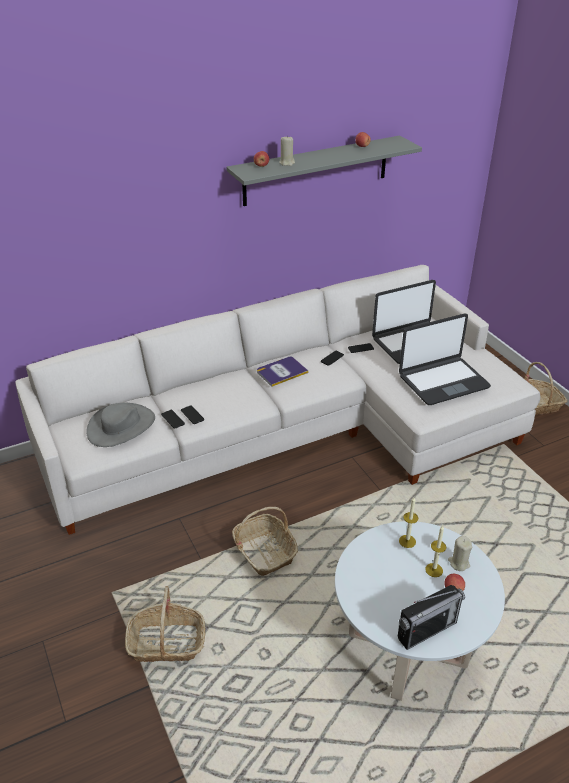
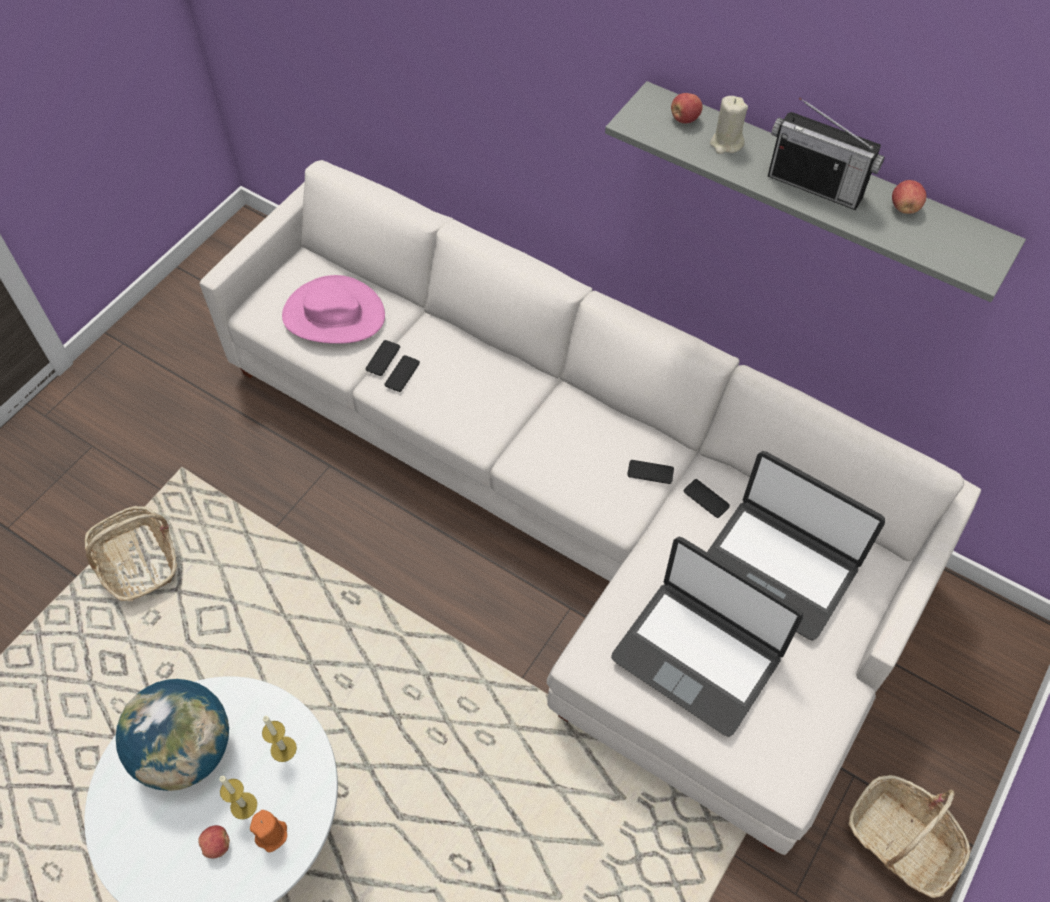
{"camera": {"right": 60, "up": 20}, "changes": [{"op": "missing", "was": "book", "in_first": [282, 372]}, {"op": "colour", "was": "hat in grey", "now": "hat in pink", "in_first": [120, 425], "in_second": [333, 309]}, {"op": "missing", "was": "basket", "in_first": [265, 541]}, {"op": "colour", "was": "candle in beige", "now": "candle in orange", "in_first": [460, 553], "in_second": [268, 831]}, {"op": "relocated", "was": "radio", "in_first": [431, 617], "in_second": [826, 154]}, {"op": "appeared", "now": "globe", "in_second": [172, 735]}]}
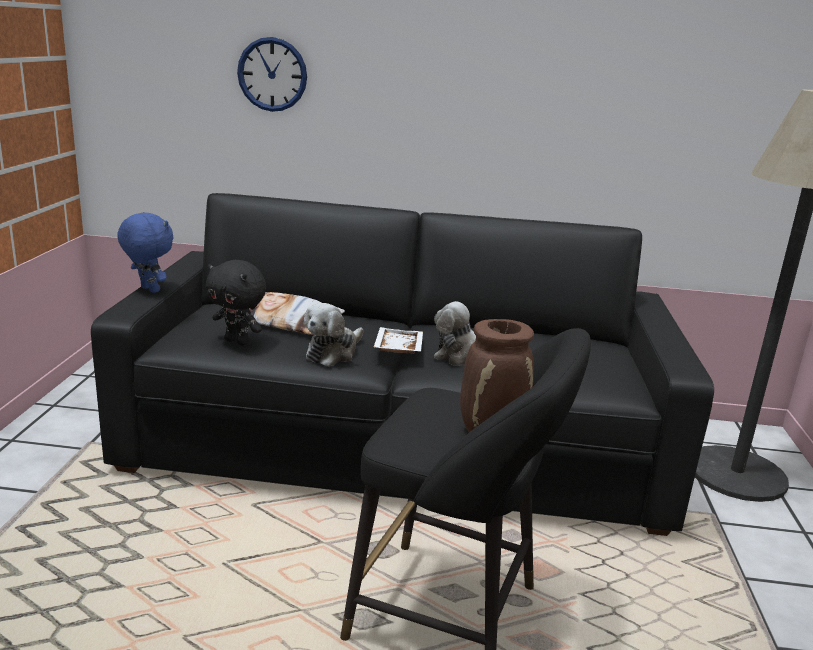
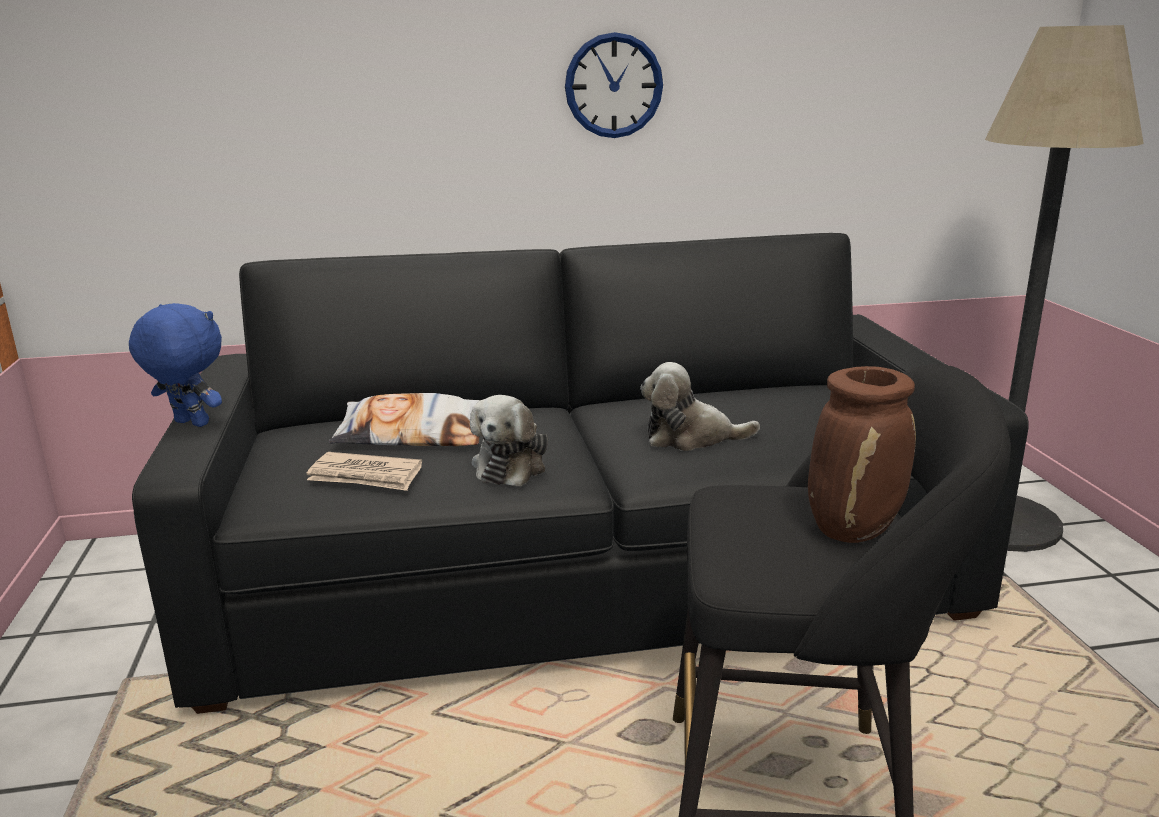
{"camera": {"right": -15, "up": 0}, "changes": [{"op": "relocated", "was": "wall clock", "in_first": [272, 74], "in_second": [614, 85]}, {"op": "exchanged", "was": "plush toy in black", "now": "newspaper", "in_first": [236, 303], "in_second": [364, 471]}, {"op": "missing", "was": "tray in white", "in_first": [398, 340]}]}
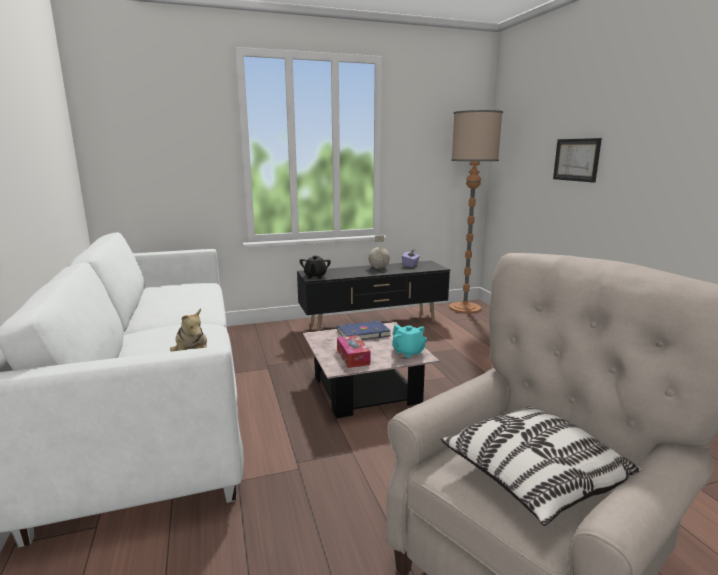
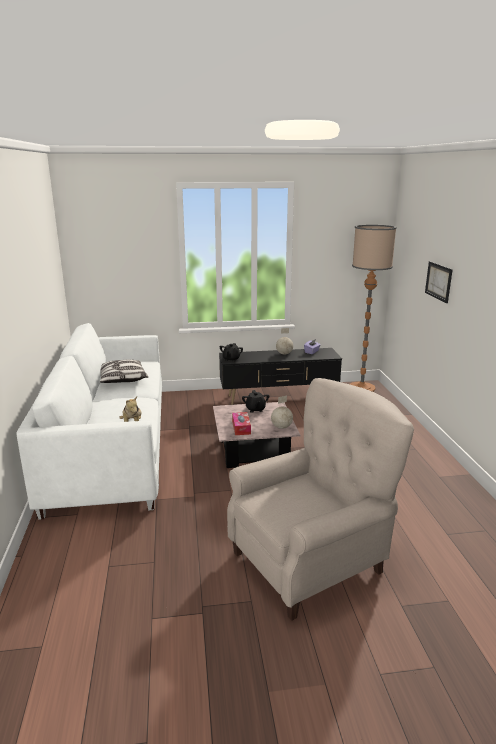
{"camera": {"right": 10, "up": 5}, "changes": [{"op": "exchanged", "was": "book in blue", "now": "teapot in black", "in_first": [364, 330], "in_second": [256, 401]}, {"op": "exchanged", "was": "teapot in turquoise", "now": "globe", "in_first": [409, 341], "in_second": [282, 412]}, {"op": "relocated", "was": "pillow", "in_first": [541, 466], "in_second": [124, 371]}]}
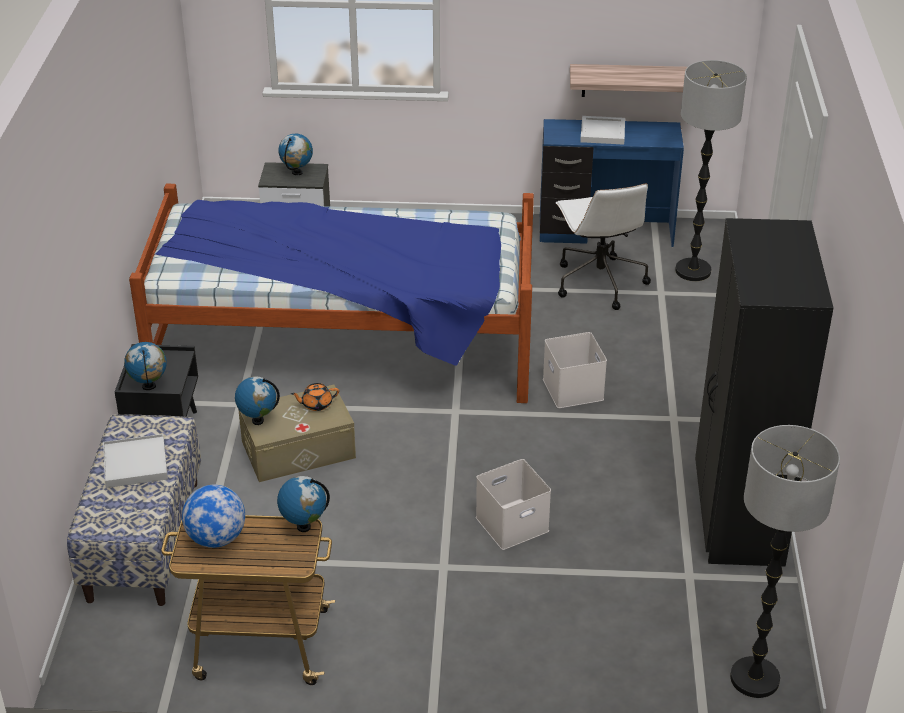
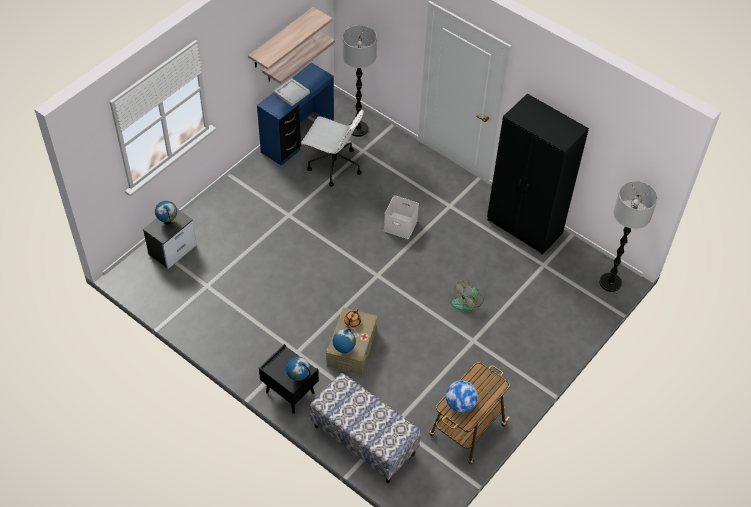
{"camera": {"right": -55, "up": 15}, "changes": [{"op": "missing", "was": "bed", "in_first": [331, 293]}, {"op": "missing", "was": "tray in white", "in_first": [135, 461]}, {"op": "exchanged", "was": "storage box in white", "now": "fan", "in_first": [513, 504], "in_second": [468, 295]}, {"op": "missing", "was": "globe", "in_first": [303, 504]}, {"op": "appeared", "now": "shelf", "in_second": [290, 38]}]}
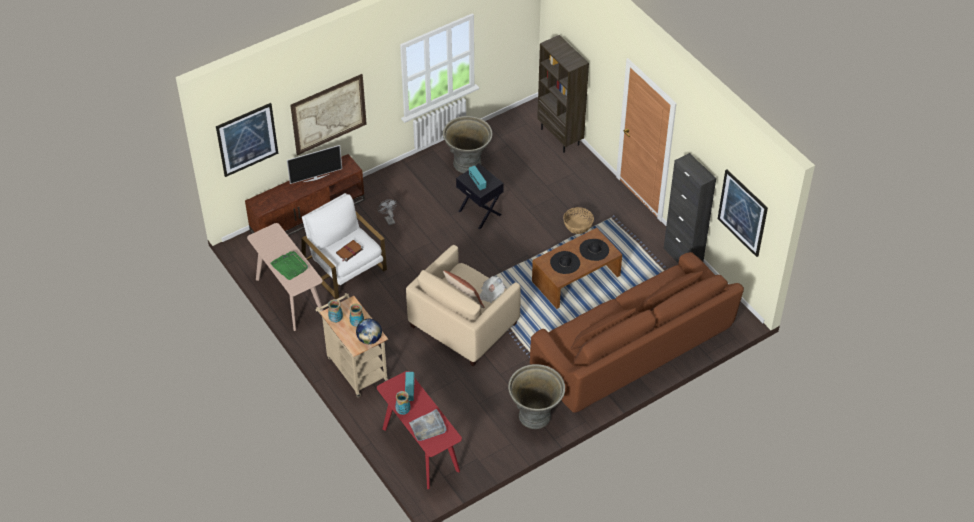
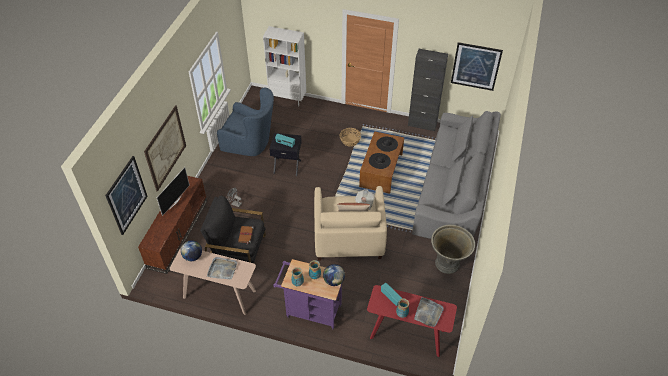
{"camera": {"right": -40, "up": 0}, "changes": [{"op": "colour", "was": "bookcase in brown", "now": "bookcase in white", "in_first": [563, 94], "in_second": [284, 66]}, {"op": "exchanged", "was": "planter in grey", "now": "armchair in blue", "in_first": [467, 144], "in_second": [245, 122]}, {"op": "colour", "was": "armchair in white", "now": "armchair in black", "in_first": [344, 246], "in_second": [233, 235]}, {"op": "colour", "was": "tray in green", "now": "tray in grey", "in_first": [289, 265], "in_second": [222, 268]}, {"op": "colour", "was": "sofa in brown", "now": "sofa in grey", "in_first": [637, 332], "in_second": [456, 175]}, {"op": "colour", "was": "cart in beige", "now": "cart in purple", "in_first": [352, 345], "in_second": [307, 294]}, {"op": "appeared", "now": "globe", "in_second": [191, 250]}]}
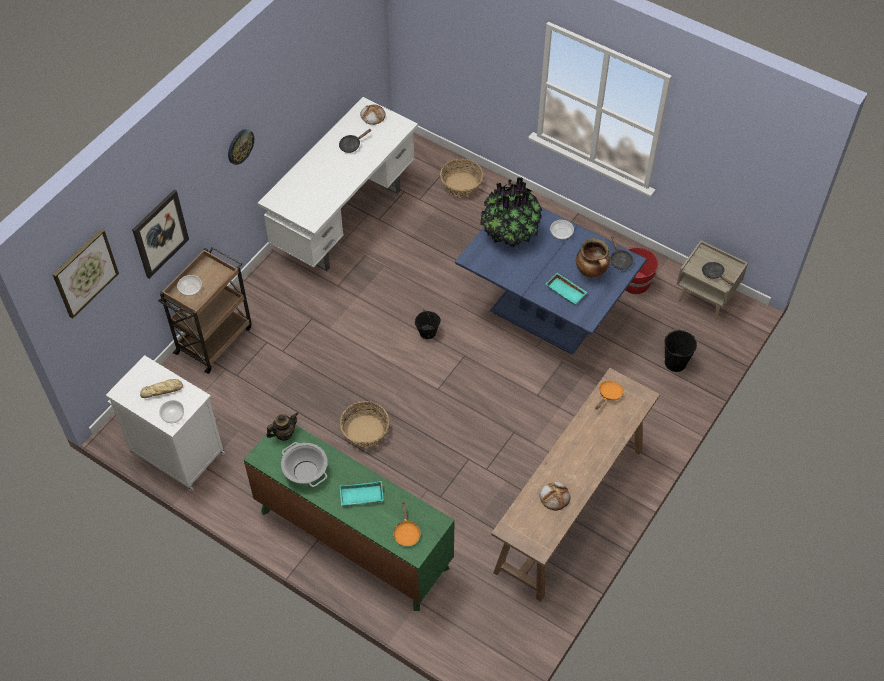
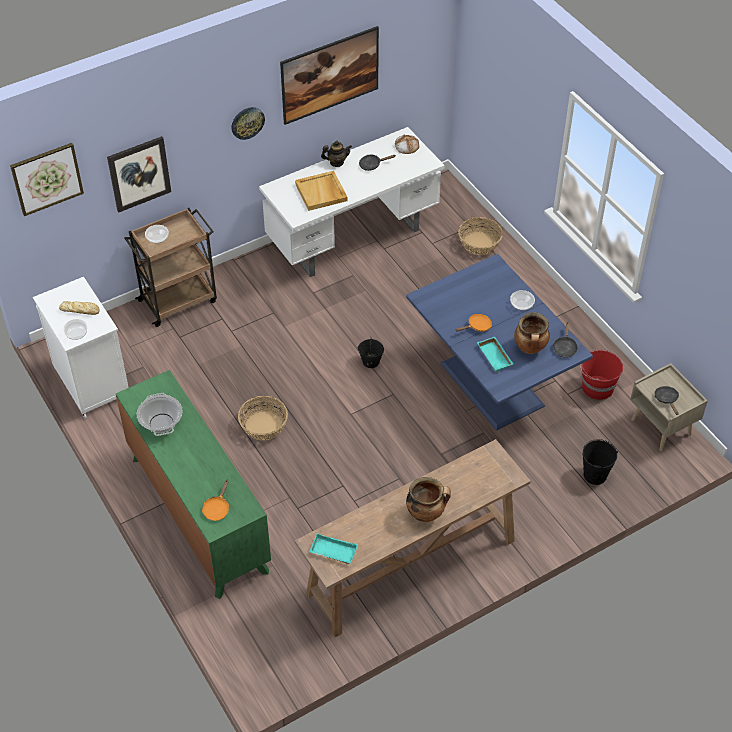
{"camera": {"right": 25, "up": -5}, "changes": [{"op": "missing", "was": "potted plant", "in_first": [511, 212]}, {"op": "relocated", "was": "frying pan in orange", "in_first": [609, 395], "in_second": [473, 323]}, {"op": "relocated", "was": "teapot", "in_first": [282, 426], "in_second": [336, 154]}, {"op": "relocated", "was": "tray in turquoise", "in_first": [362, 493], "in_second": [333, 548]}, {"op": "missing", "was": "bread", "in_first": [555, 496]}, {"op": "appeared", "now": "picture", "in_second": [329, 75]}, {"op": "appeared", "now": "tray in beige", "in_second": [321, 191]}, {"op": "appeared", "now": "cooking pot", "in_second": [428, 499]}]}
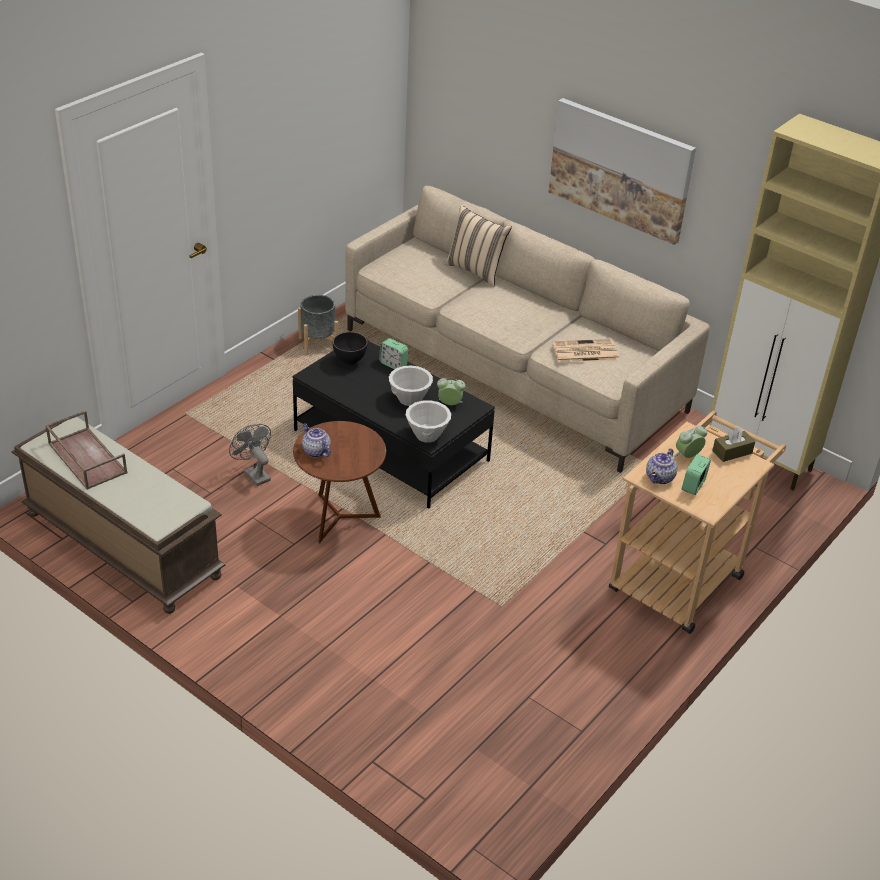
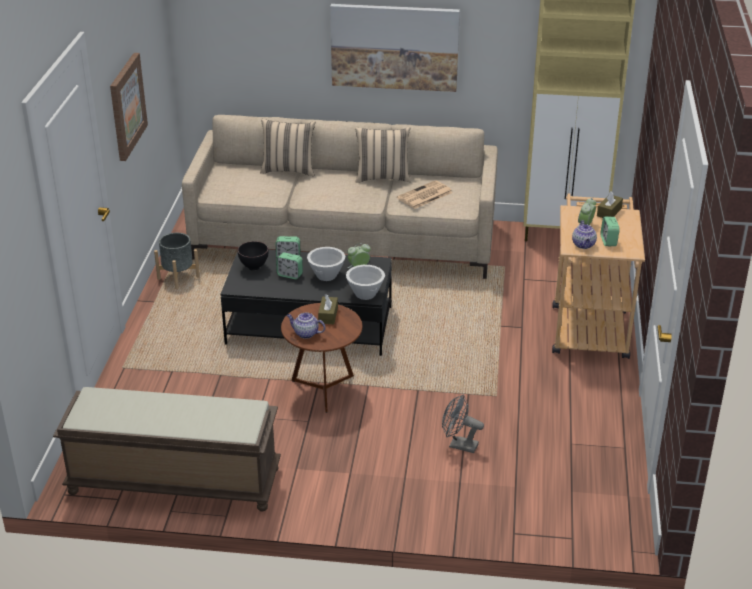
{"camera": {"right": -30, "up": -5}, "changes": [{"op": "missing", "was": "tray in brown", "in_first": [86, 450]}, {"op": "relocated", "was": "fan in grey", "in_first": [250, 455], "in_second": [463, 424]}, {"op": "appeared", "now": "picture", "in_second": [129, 107]}, {"op": "appeared", "now": "pillow in beige", "in_second": [383, 154]}, {"op": "appeared", "now": "alarm clock", "in_second": [289, 265]}, {"op": "appeared", "now": "tissue box in brown", "in_second": [328, 309]}]}
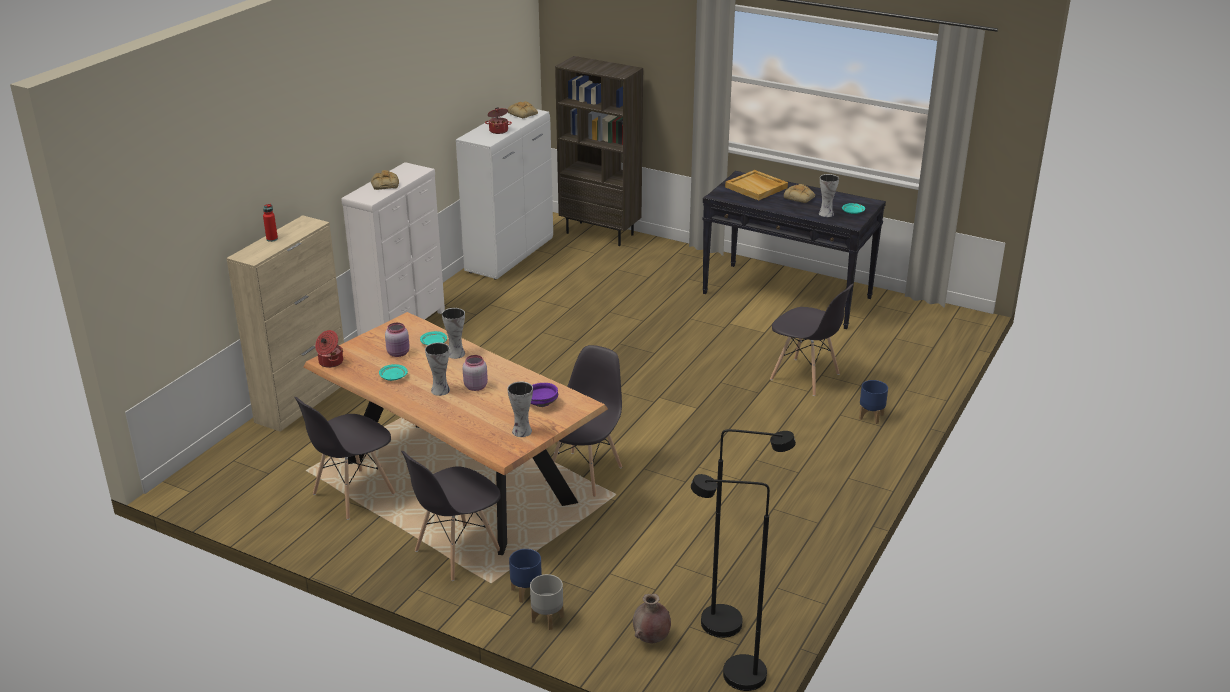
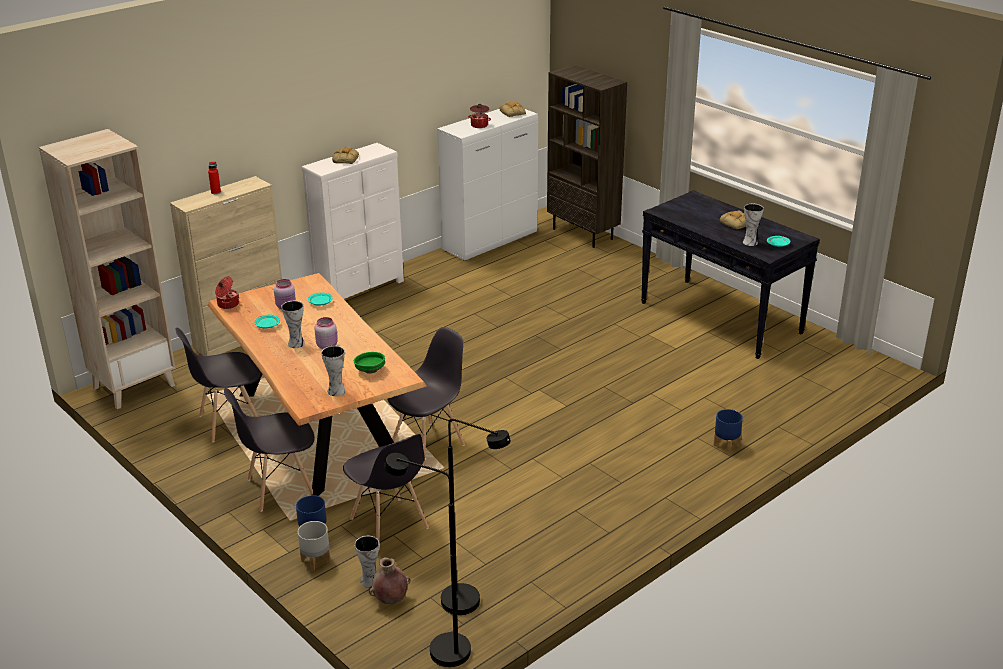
{"camera": {"right": 20, "up": 0}, "changes": [{"op": "missing", "was": "tray in beige", "in_first": [756, 185]}, {"op": "relocated", "was": "chair in grey", "in_first": [812, 339], "in_second": [386, 487]}, {"op": "relocated", "was": "vase", "in_first": [453, 333], "in_second": [367, 562]}, {"op": "colour", "was": "bowl in purple", "now": "bowl in green", "in_first": [544, 395], "in_second": [369, 363]}, {"op": "appeared", "now": "bookcase in beige", "in_second": [107, 269]}]}
